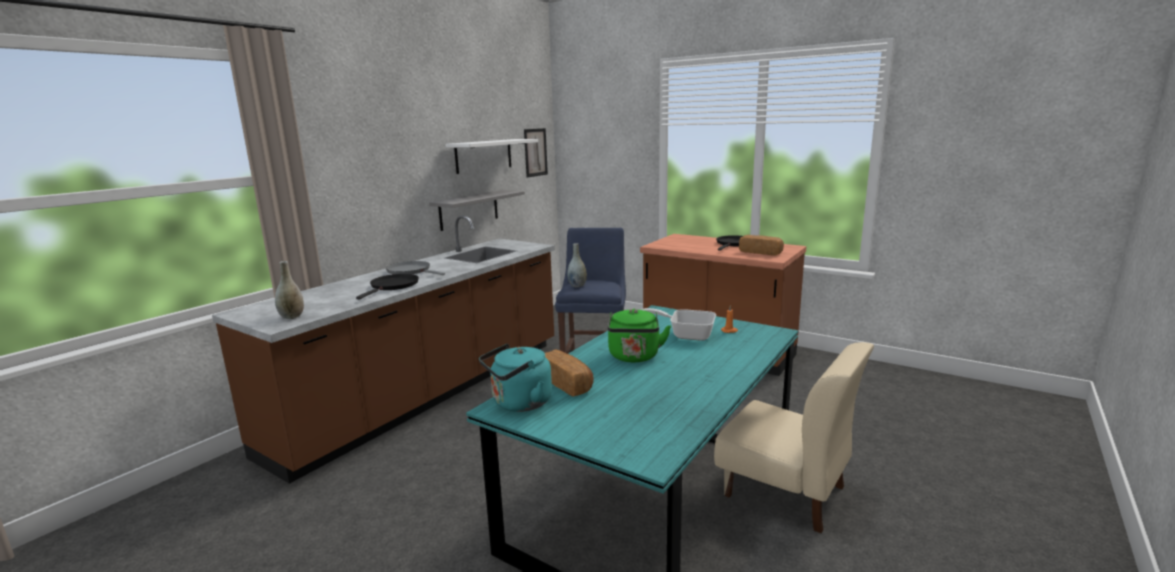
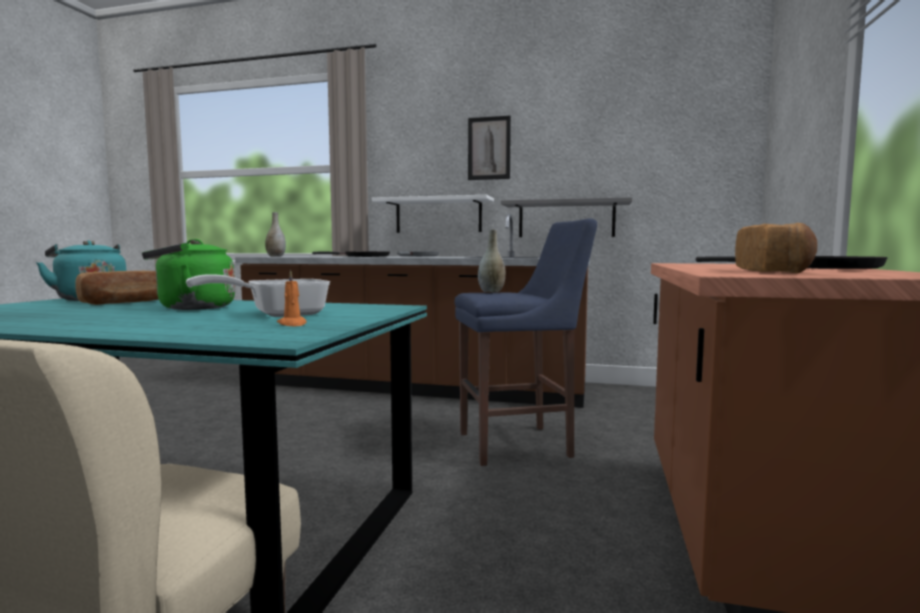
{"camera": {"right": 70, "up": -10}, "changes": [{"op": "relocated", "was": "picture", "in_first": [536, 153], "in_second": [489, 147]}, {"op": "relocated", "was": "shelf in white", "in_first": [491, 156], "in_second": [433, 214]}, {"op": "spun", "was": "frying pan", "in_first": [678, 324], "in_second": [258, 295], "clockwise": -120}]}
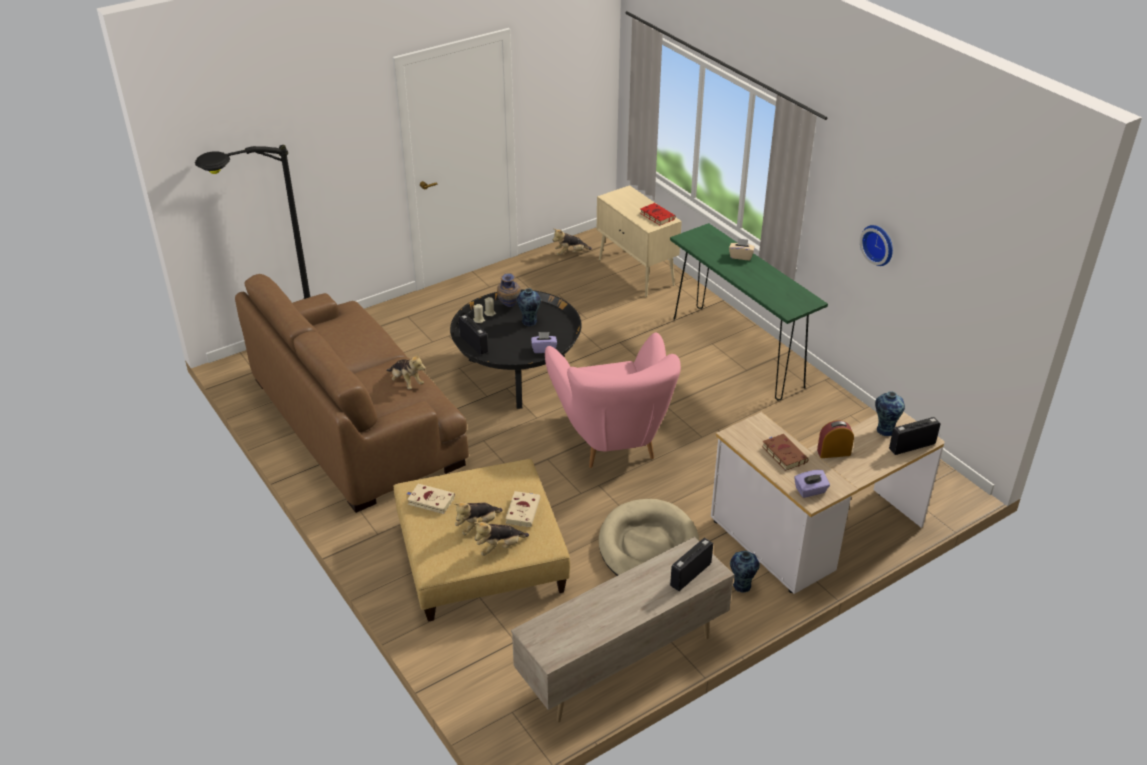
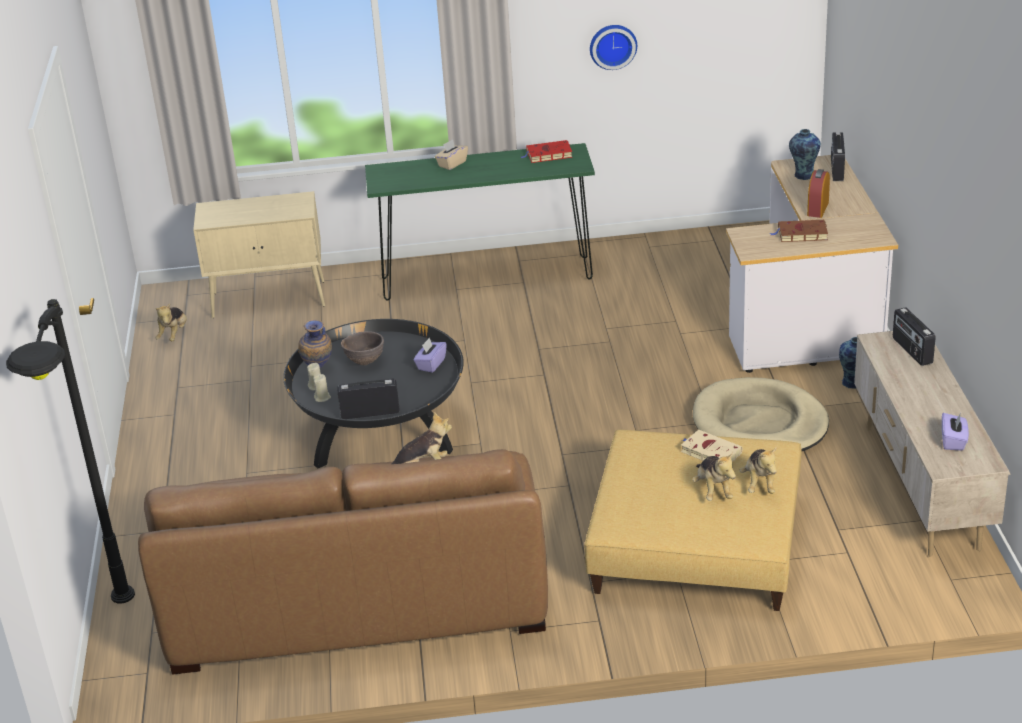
{"camera": {"right": -60, "up": -5}, "changes": [{"op": "relocated", "was": "book in red", "in_first": [658, 214], "in_second": [547, 151]}, {"op": "exchanged", "was": "vase", "now": "bowl in brown", "in_first": [529, 307], "in_second": [362, 348]}, {"op": "missing", "was": "armchair in pink", "in_first": [613, 400]}, {"op": "relocated", "was": "tissue box in purple", "in_first": [812, 484], "in_second": [955, 432]}, {"op": "missing", "was": "book in beige", "in_first": [431, 499]}]}
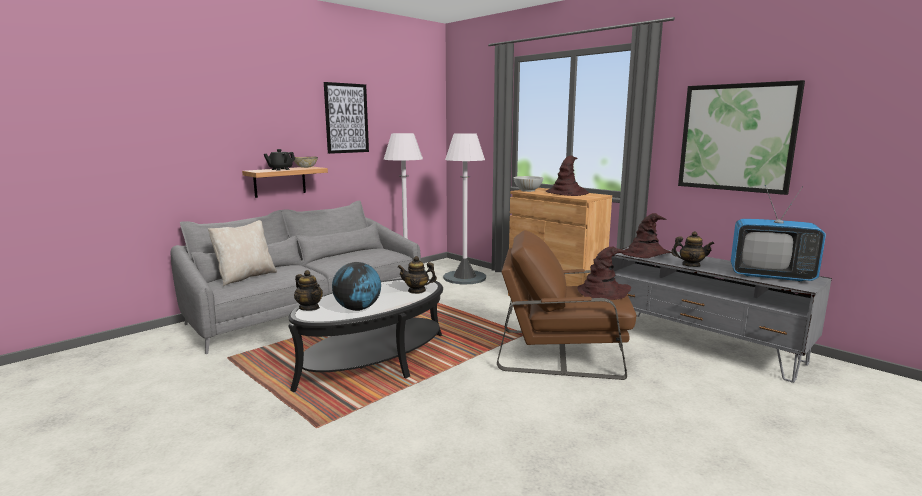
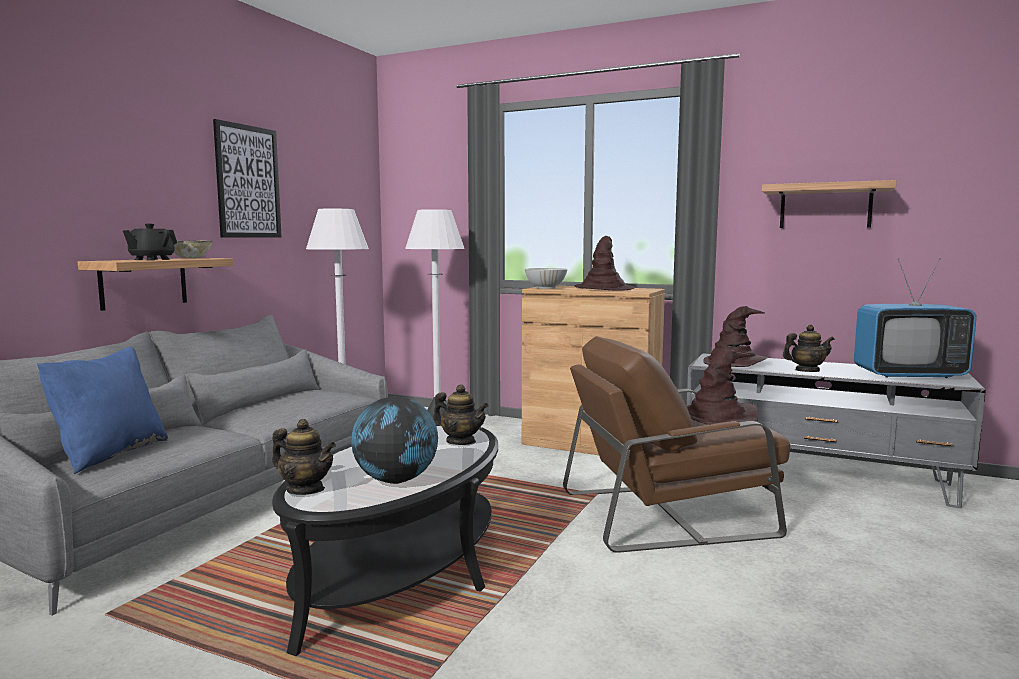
{"camera": {"right": -20, "up": -5}, "changes": [{"op": "exchanged", "was": "picture", "now": "shelf", "in_first": [741, 137], "in_second": [829, 204]}, {"op": "colour", "was": "pillow in beige", "now": "pillow in blue", "in_first": [242, 253], "in_second": [102, 410]}, {"op": "spun", "was": "teapot", "in_first": [417, 275], "in_second": [461, 414], "clockwise": -135}]}
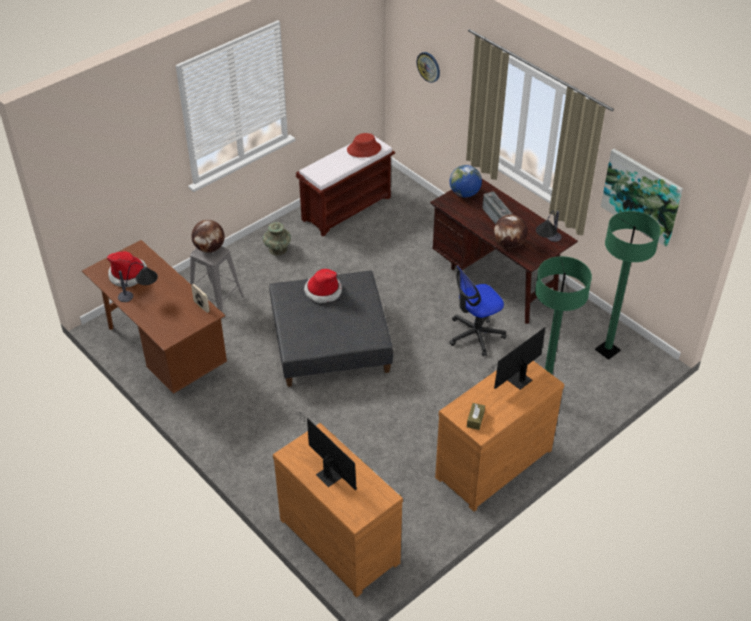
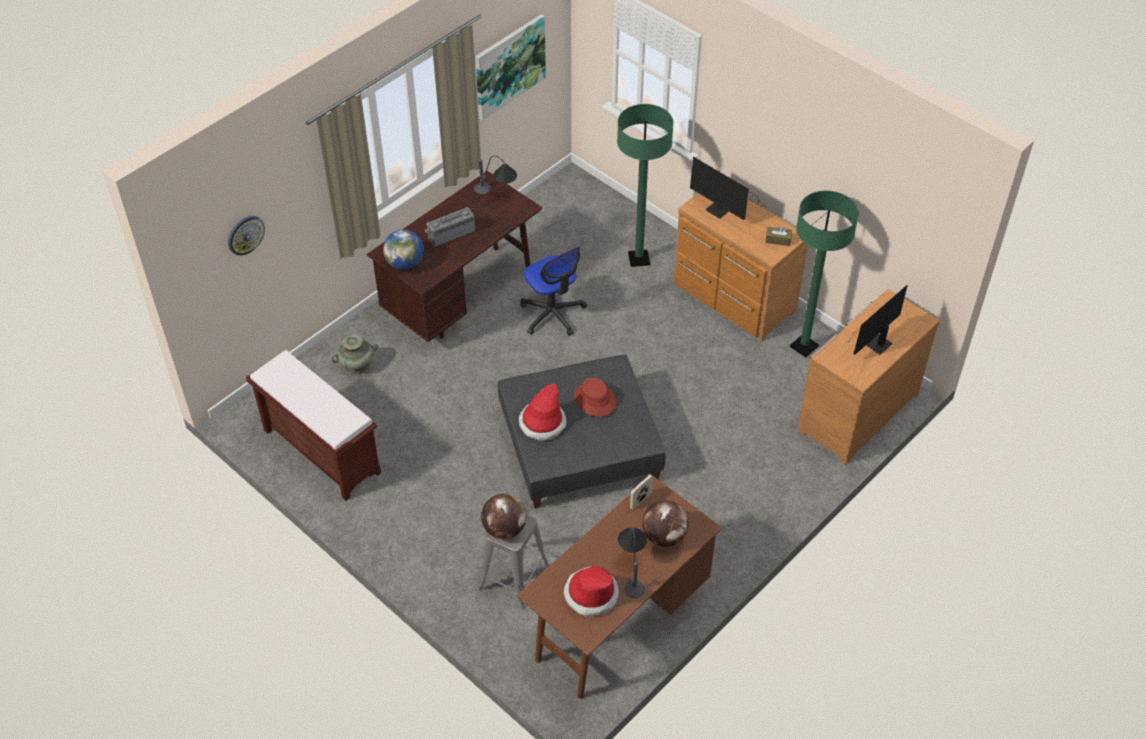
{"camera": {"right": -95, "up": 5}, "changes": [{"op": "relocated", "was": "hat in red", "in_first": [364, 145], "in_second": [595, 397]}, {"op": "relocated", "was": "floor lamp in green", "in_first": [628, 285], "in_second": [824, 273]}, {"op": "relocated", "was": "globe", "in_first": [510, 231], "in_second": [665, 523]}, {"op": "relocated", "was": "vase in turquoise", "in_first": [277, 238], "in_second": [355, 354]}]}
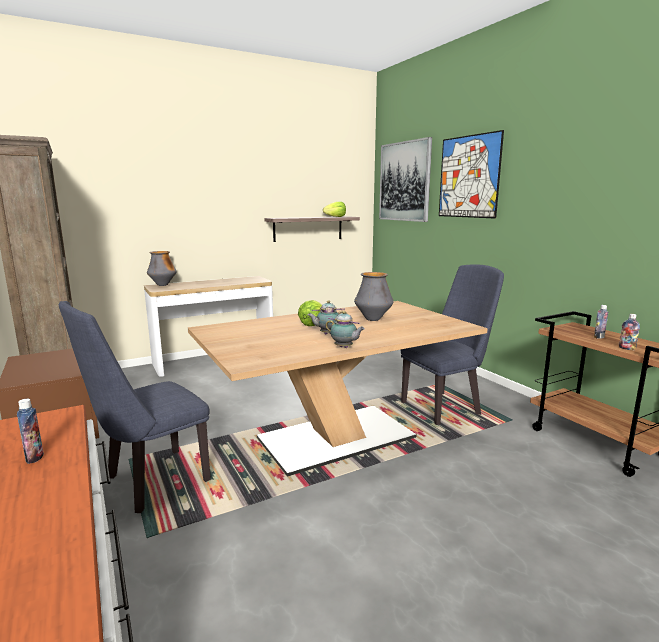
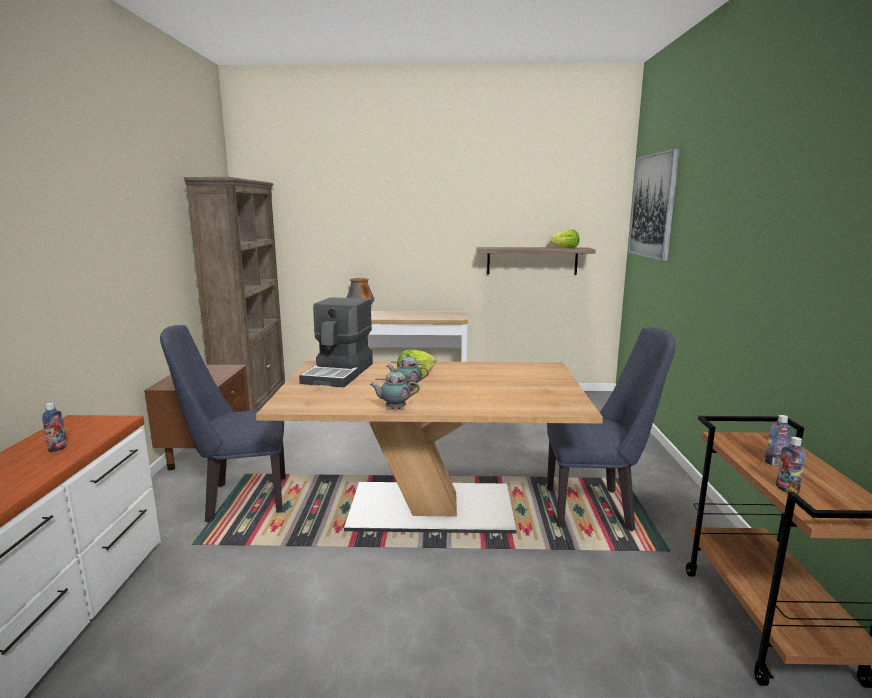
{"camera": {"right": 30, "up": 0}, "changes": [{"op": "missing", "was": "picture", "in_first": [471, 174]}, {"op": "missing", "was": "vase", "in_first": [374, 296]}, {"op": "spun", "was": "teapot", "in_first": [345, 329], "in_second": [394, 388], "clockwise": 120}, {"op": "appeared", "now": "coffee machine", "in_second": [336, 342]}]}
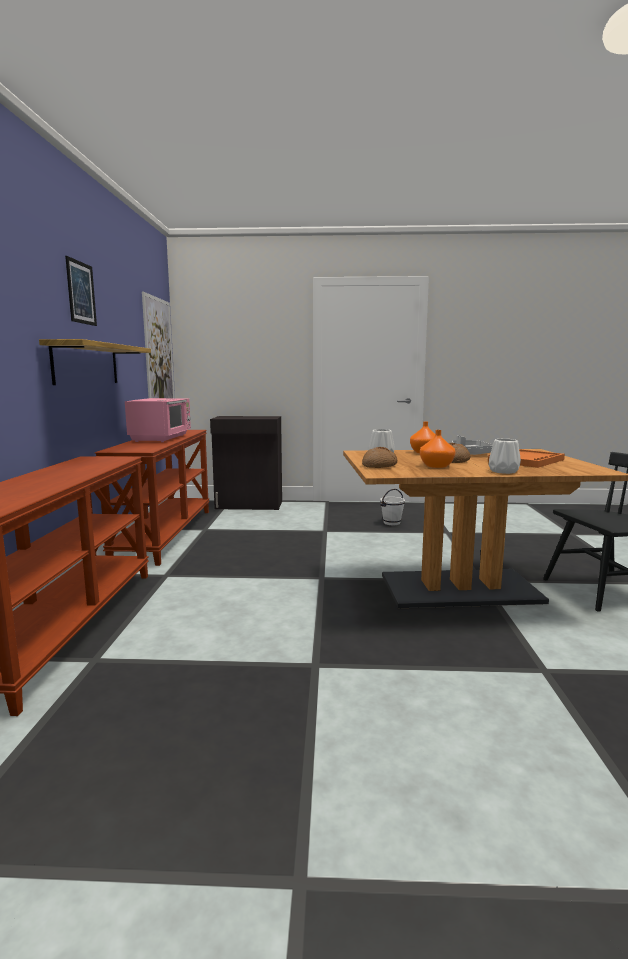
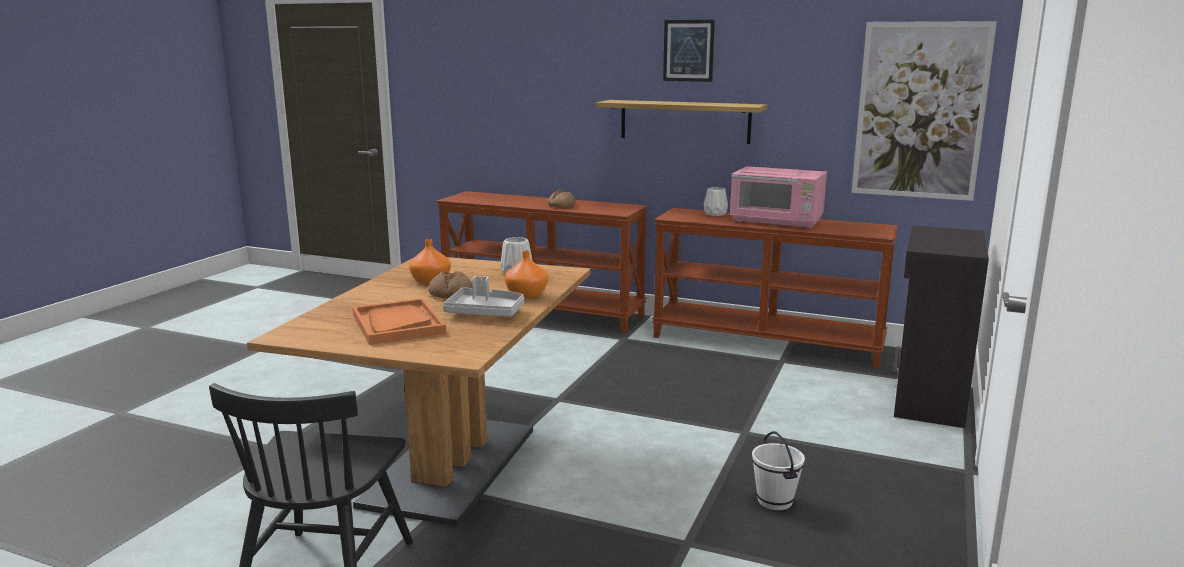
{"camera": {"right": 110, "up": 5}, "changes": [{"op": "relocated", "was": "vase in white", "in_first": [505, 456], "in_second": [716, 201]}, {"op": "relocated", "was": "bread", "in_first": [379, 457], "in_second": [562, 199]}]}
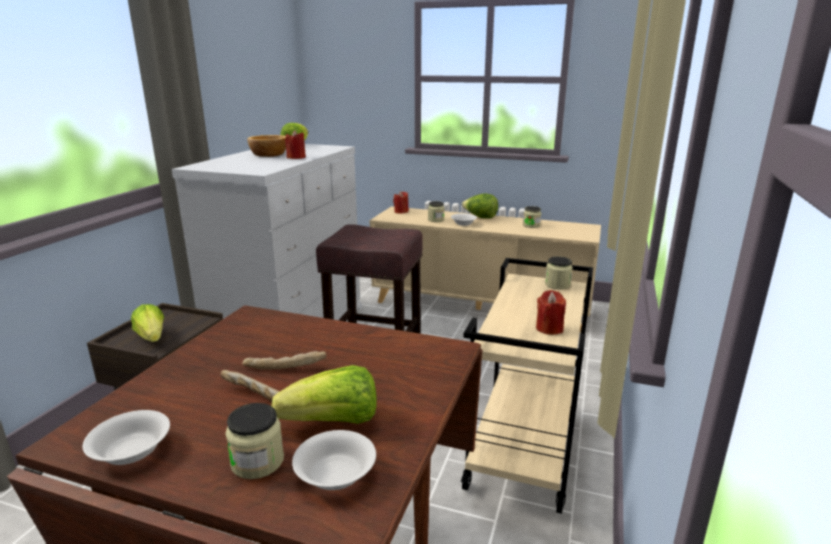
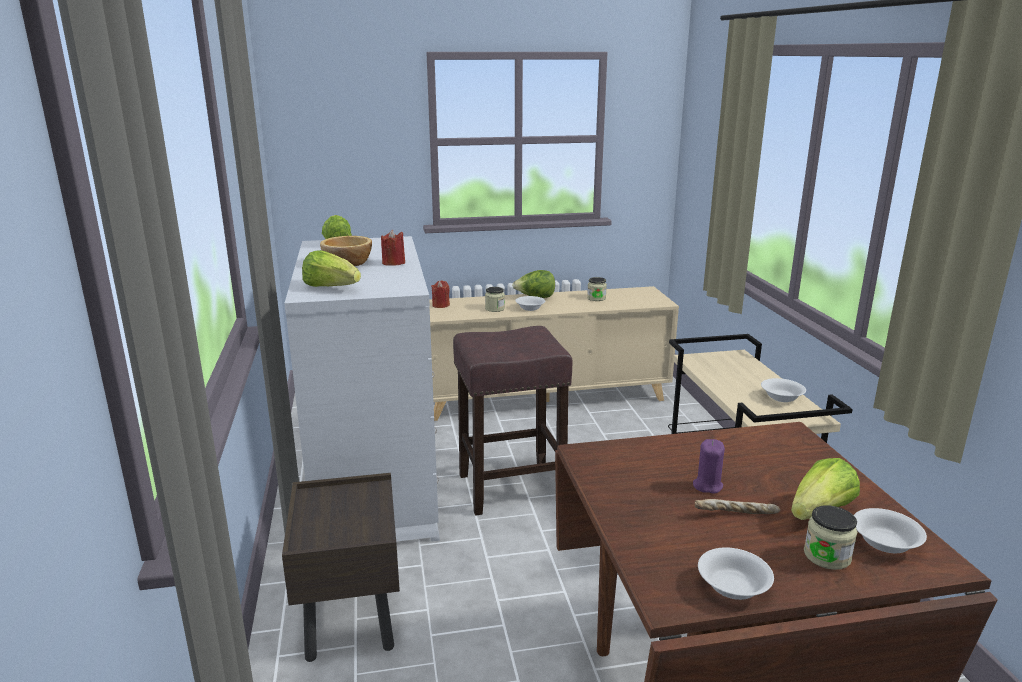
{"camera": {"right": -30, "up": 0}, "changes": [{"op": "missing", "was": "jar", "in_first": [559, 273]}, {"op": "exchanged", "was": "candle in red", "now": "bowl in white", "in_first": [551, 312], "in_second": [783, 390]}, {"op": "relocated", "was": "lettuce", "in_first": [147, 323], "in_second": [331, 268]}, {"op": "exchanged", "was": "bread", "now": "candle in purple", "in_first": [284, 360], "in_second": [709, 466]}]}
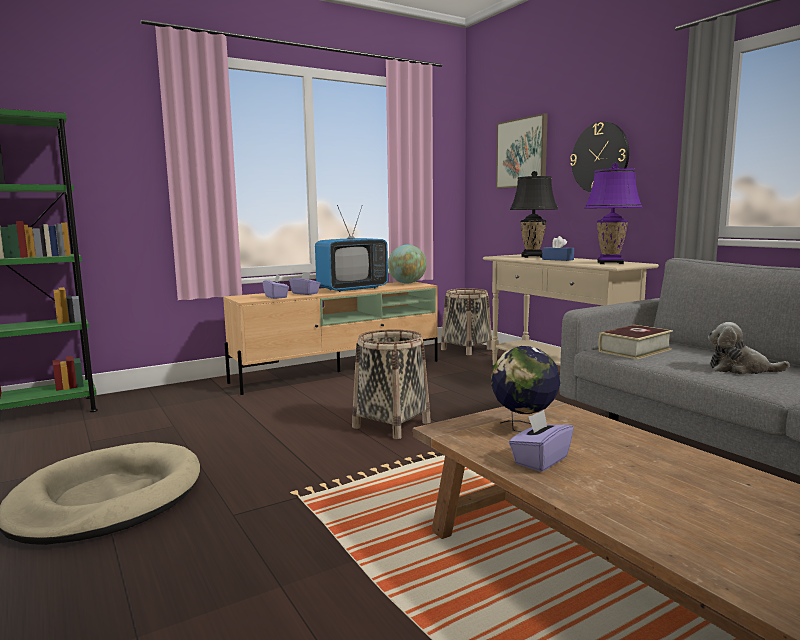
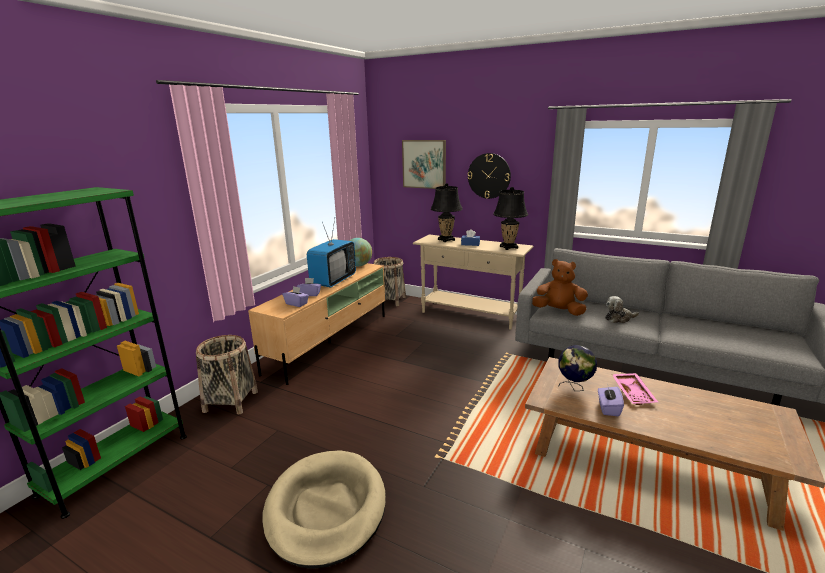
{"camera": {"right": -30, "up": 10}, "changes": [{"op": "colour", "was": "table lamp in purple", "now": "table lamp in black", "in_first": [613, 213], "in_second": [510, 218]}, {"op": "exchanged", "was": "book", "now": "plush toy in brown", "in_first": [635, 342], "in_second": [560, 287]}, {"op": "relocated", "was": "basket", "in_first": [391, 384], "in_second": [227, 374]}, {"op": "appeared", "now": "tray in pink", "in_second": [635, 389]}]}
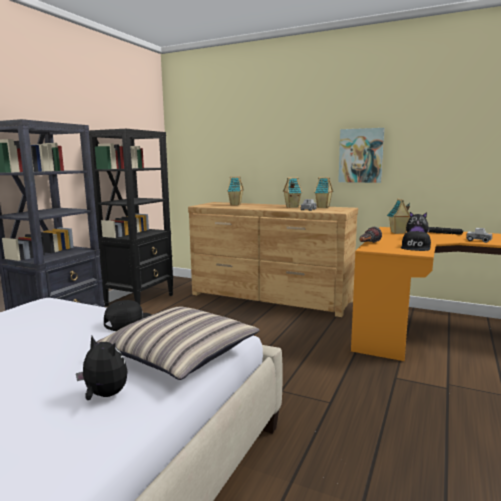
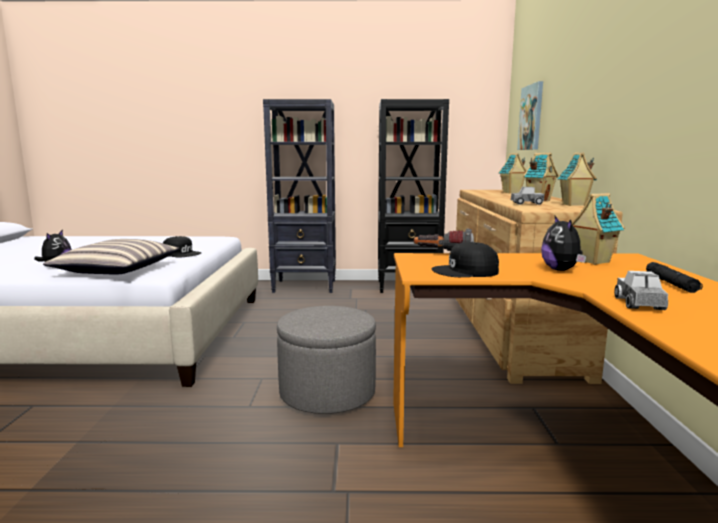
{"camera": {"right": 65, "up": 0}, "changes": [{"op": "relocated", "was": "picture", "in_first": [361, 155], "in_second": [530, 115]}, {"op": "appeared", "now": "ottoman in grey", "in_second": [326, 360]}]}
